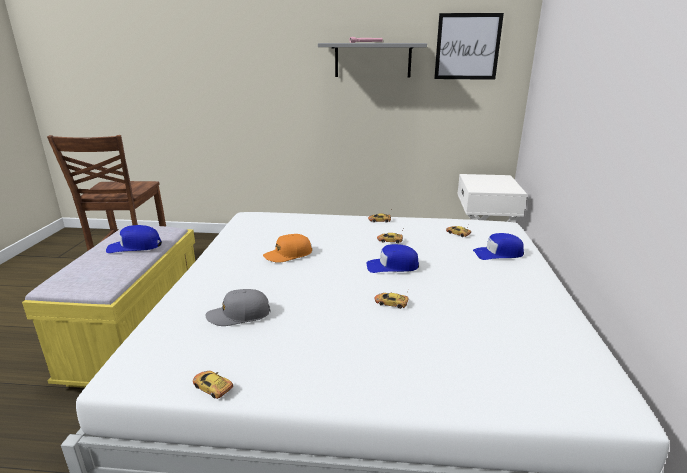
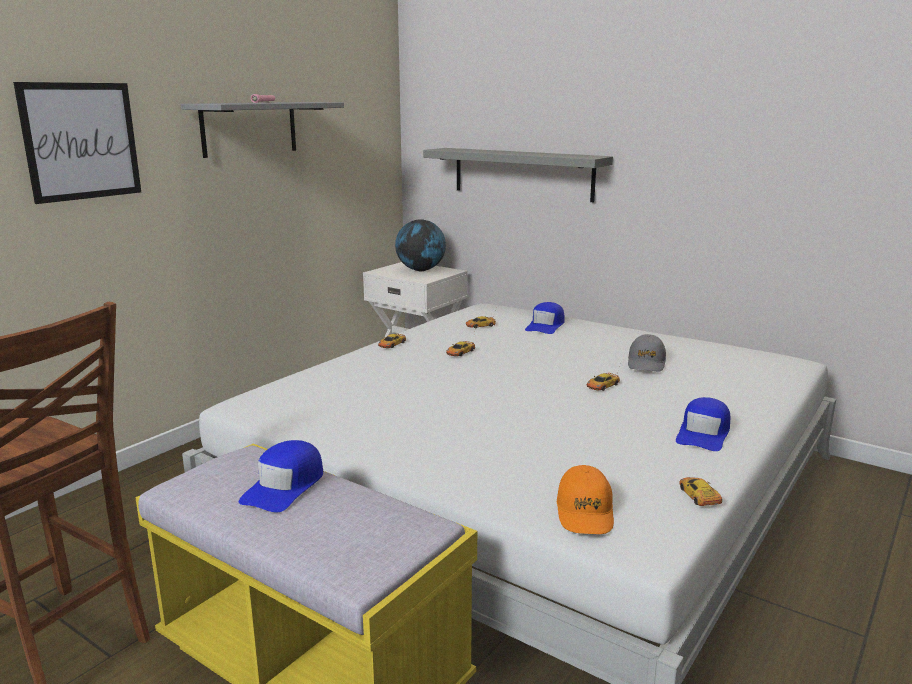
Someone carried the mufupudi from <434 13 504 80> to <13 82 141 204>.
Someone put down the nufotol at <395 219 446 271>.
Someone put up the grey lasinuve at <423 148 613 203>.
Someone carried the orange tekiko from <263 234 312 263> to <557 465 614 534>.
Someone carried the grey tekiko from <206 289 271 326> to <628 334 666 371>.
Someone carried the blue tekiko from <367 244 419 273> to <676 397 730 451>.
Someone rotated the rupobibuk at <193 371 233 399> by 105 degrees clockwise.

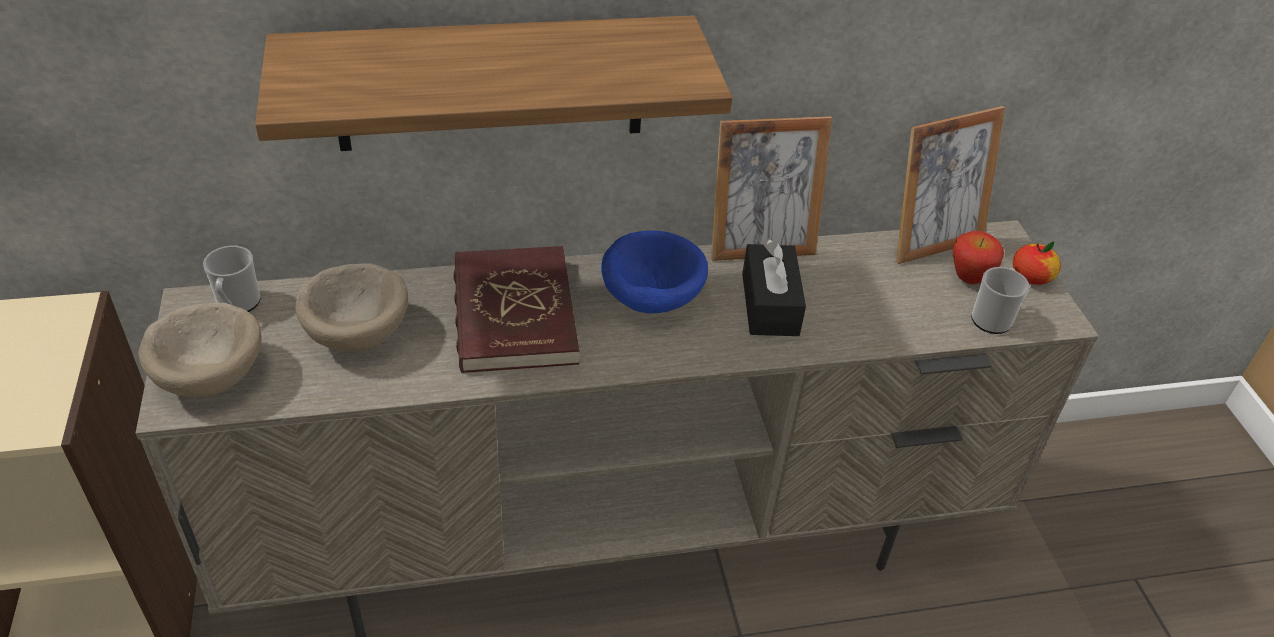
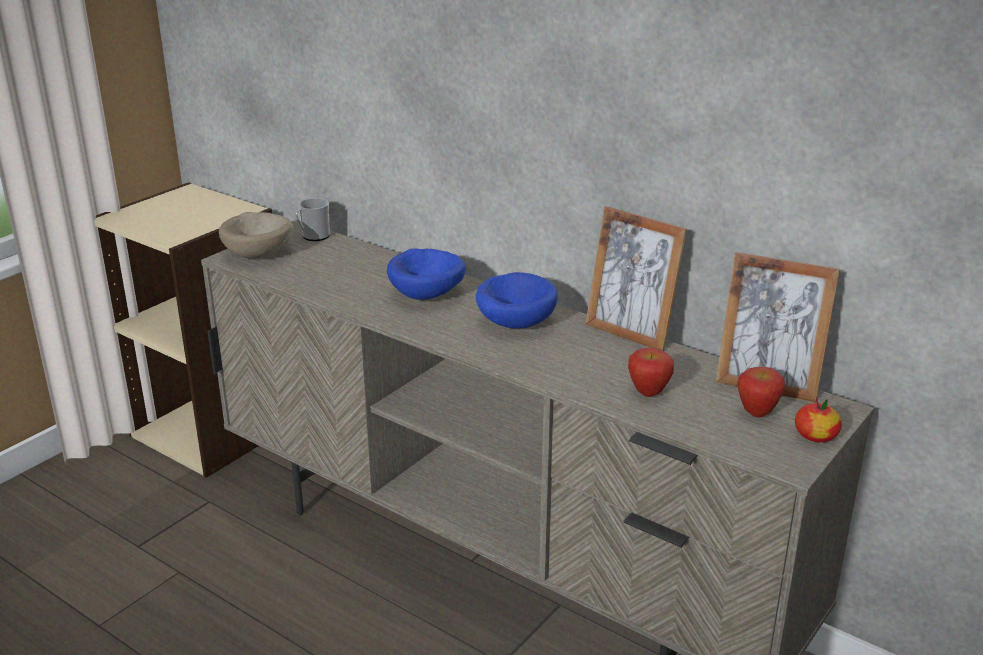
Someone swapped the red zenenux at <453 246 579 373> for the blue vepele at <387 249 466 300>.
Someone put down the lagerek at <628 348 674 397>.
Someone took away the lasinuve at <255 16 733 151>.
Someone took away the beige vepele at <295 263 408 352>.
Someone took away the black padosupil at <742 239 806 336>.
Someone took away the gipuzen at <971 267 1030 334>.

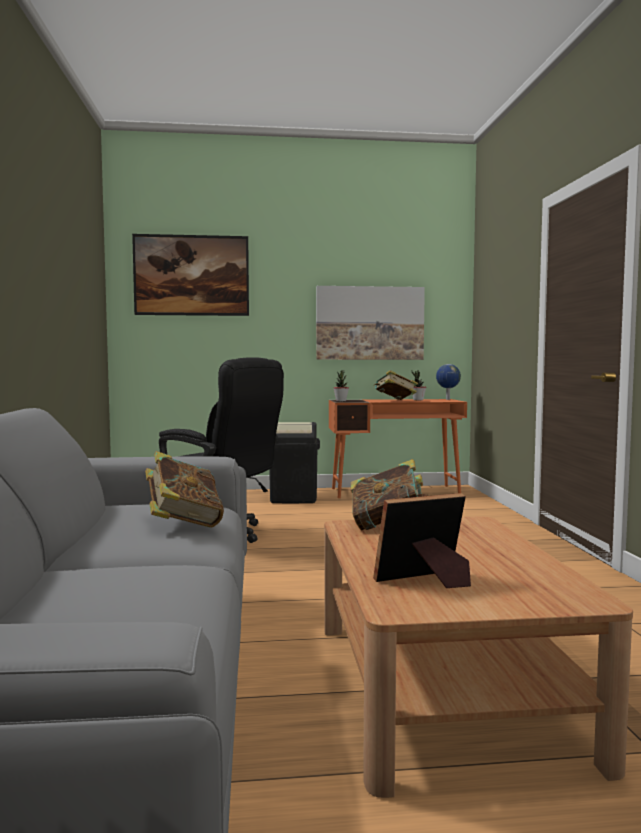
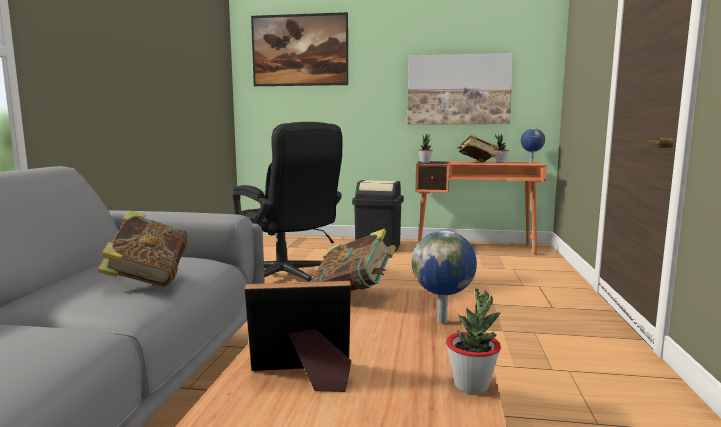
Someone put down the nufotol at <412 231 477 324>.
Someone put down the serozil at <446 288 501 394>.

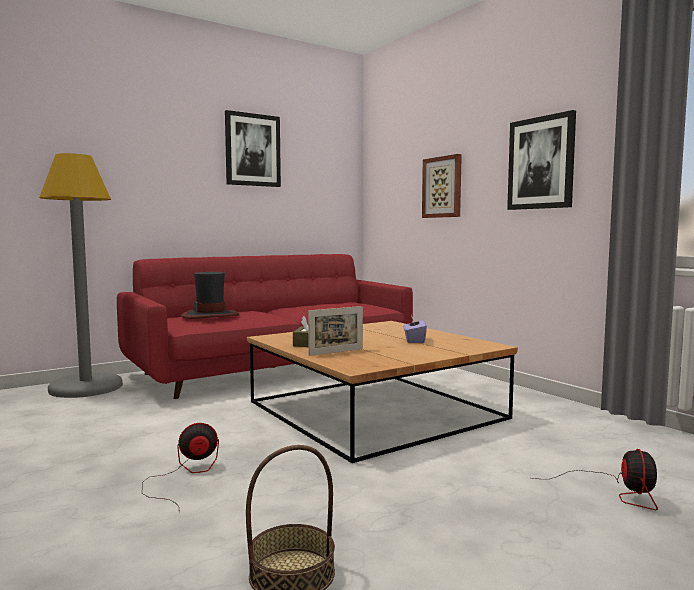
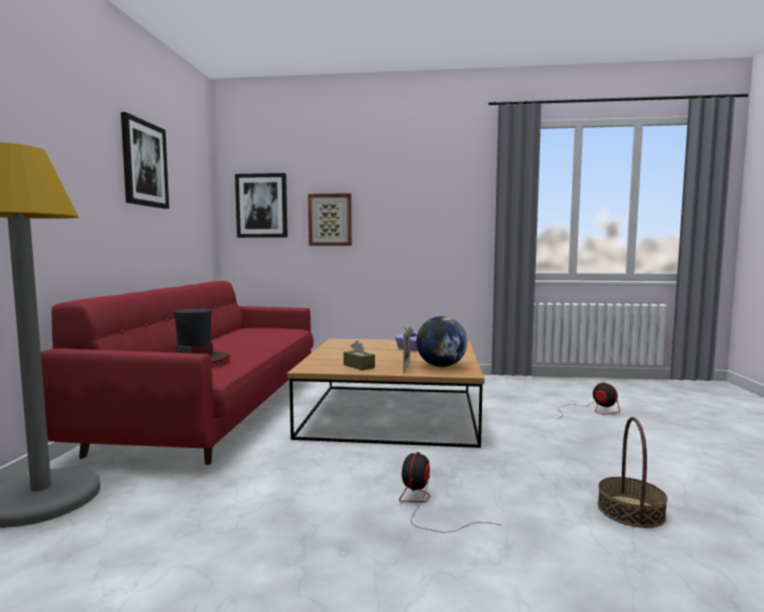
Someone carried the mufupudi from <507 110 576 210> to <235 173 288 238>.
Someone put down the nufotol at <416 316 467 367>.

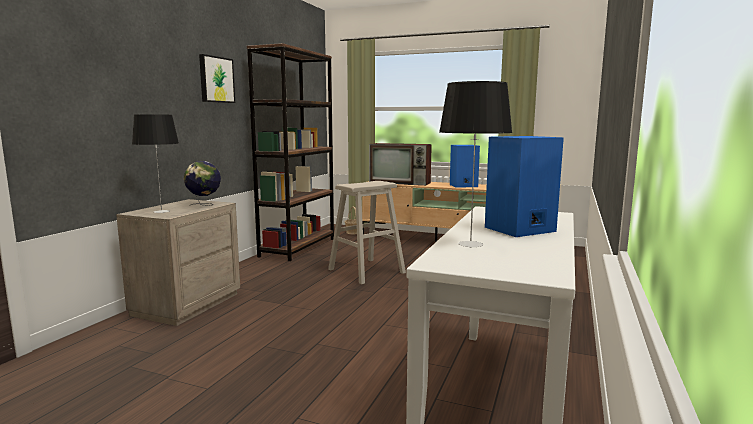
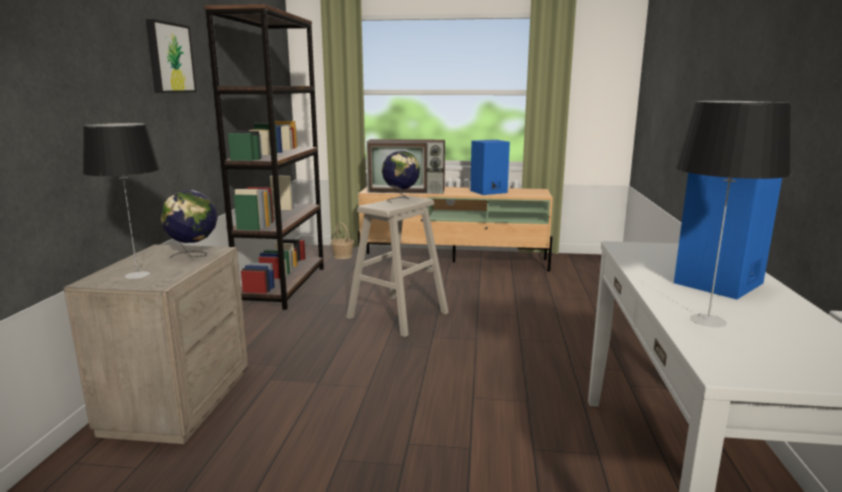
Someone put down the nufotol at <382 151 420 202>.

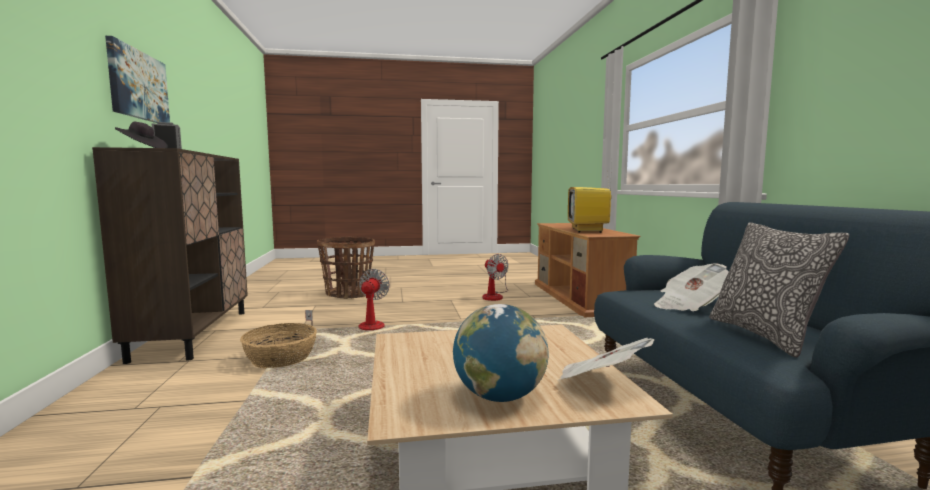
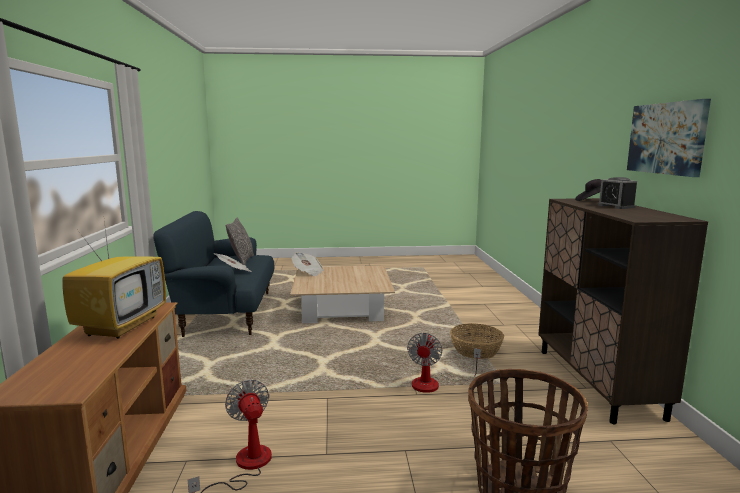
Someone took away the nufotol at <453 304 549 402>.

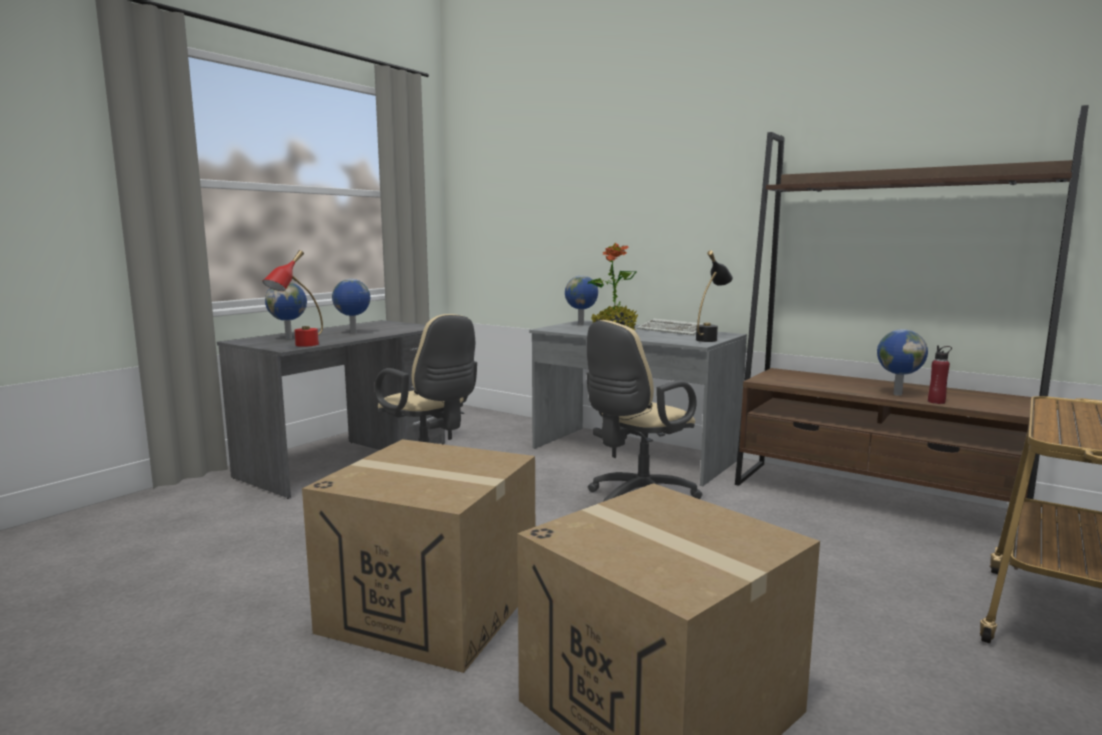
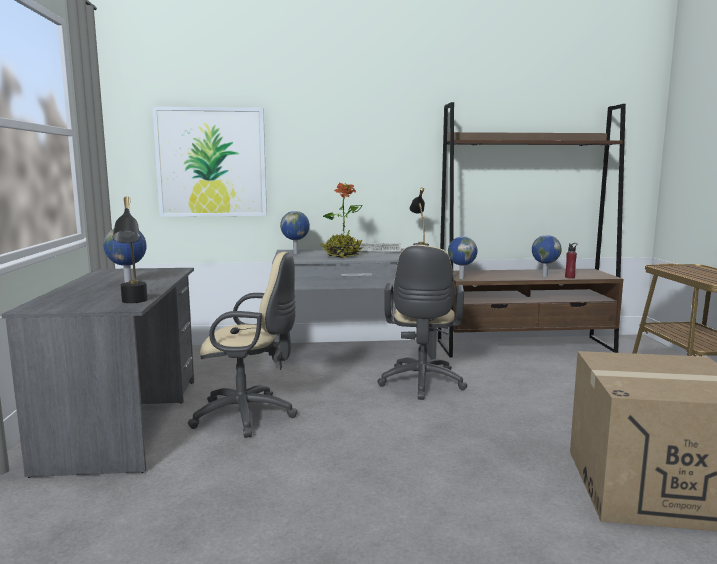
Someone repainted the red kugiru at <262 250 323 347>, which became the black kugiru at <113 197 148 303>.
Someone put up the mufupudi at <152 107 267 217>.
Someone carried the nufotol from <265 282 307 339> to <448 236 478 279>.
Someone took away the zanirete at <302 439 535 673>.

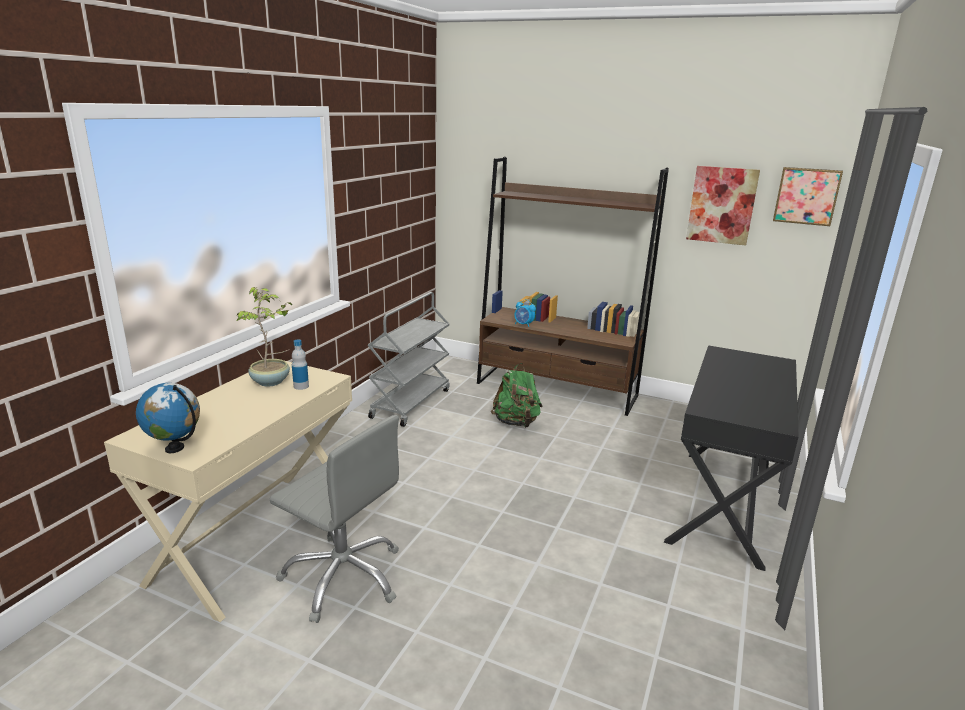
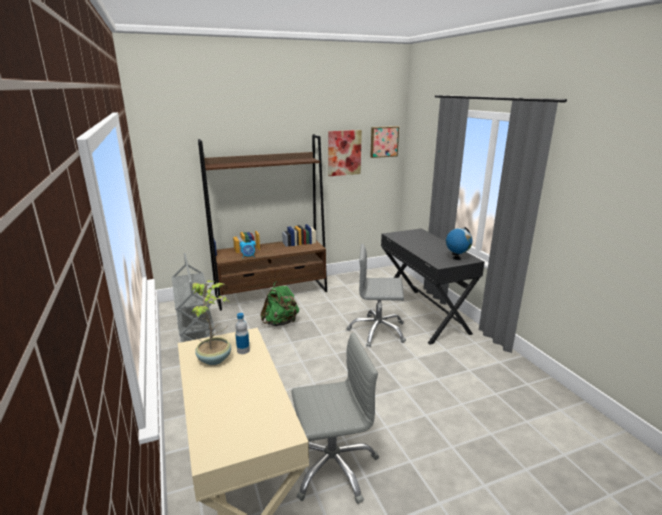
Someone put down the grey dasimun at <347 244 406 347>.
Someone carried the nufotol from <136 383 200 453> to <446 227 472 260>.

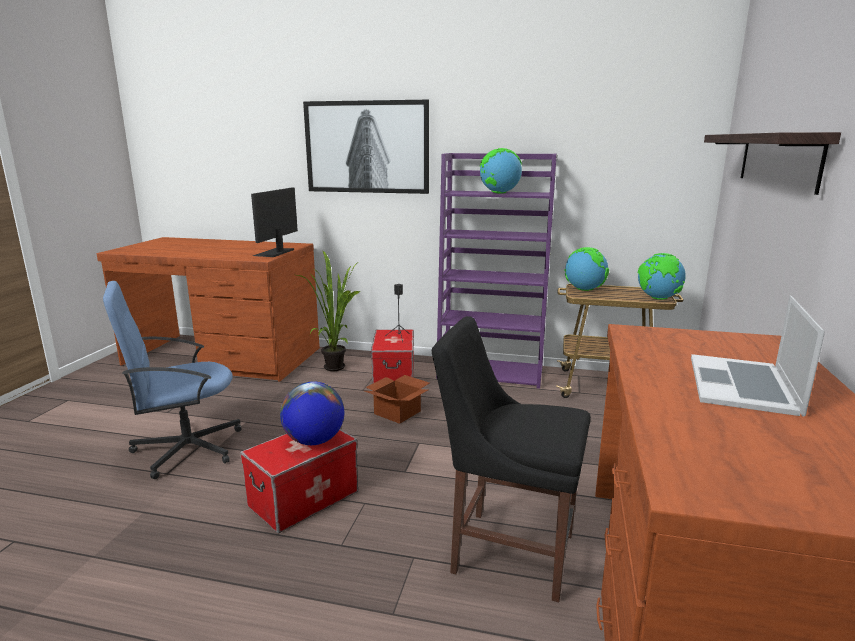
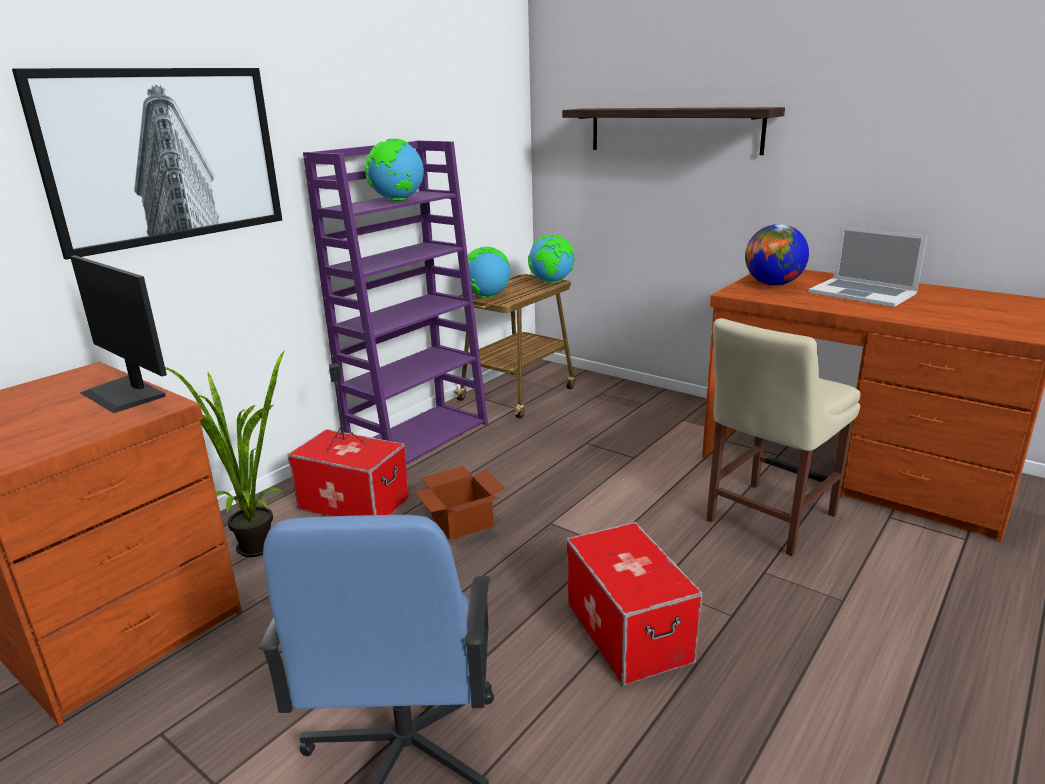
Someone repainted the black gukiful at <432 316 591 602>, which became the beige gukiful at <706 318 860 556>.
Someone carried the nufotol from <280 381 344 445> to <745 224 809 286>.

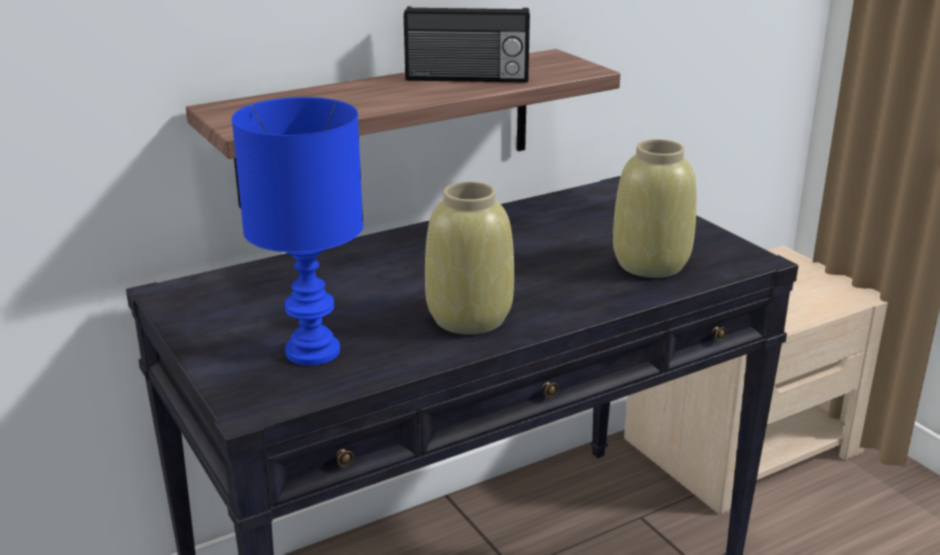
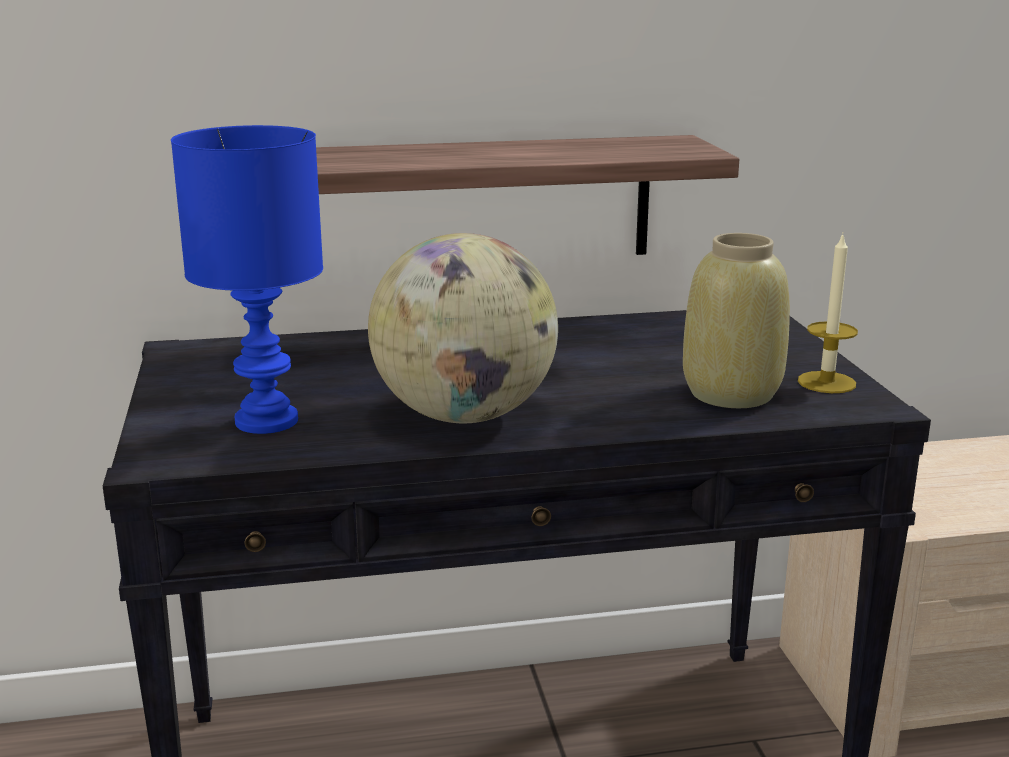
Someone swapped the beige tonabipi at <425 181 514 335> for the nufotol at <368 233 558 423>.
Someone put down the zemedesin at <798 233 858 393>.
Someone took away the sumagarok at <404 6 530 83>.

